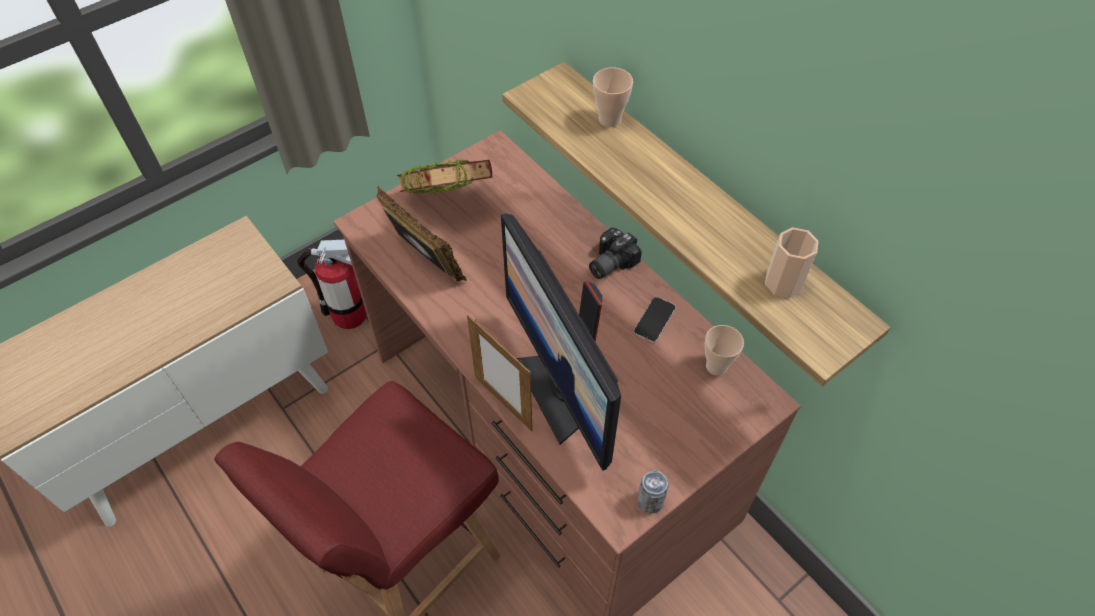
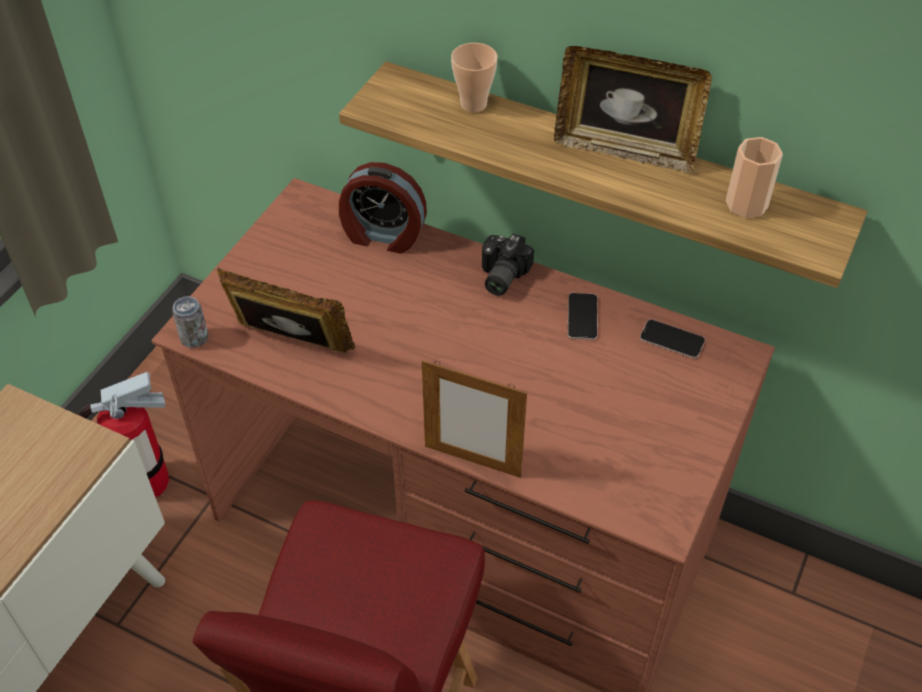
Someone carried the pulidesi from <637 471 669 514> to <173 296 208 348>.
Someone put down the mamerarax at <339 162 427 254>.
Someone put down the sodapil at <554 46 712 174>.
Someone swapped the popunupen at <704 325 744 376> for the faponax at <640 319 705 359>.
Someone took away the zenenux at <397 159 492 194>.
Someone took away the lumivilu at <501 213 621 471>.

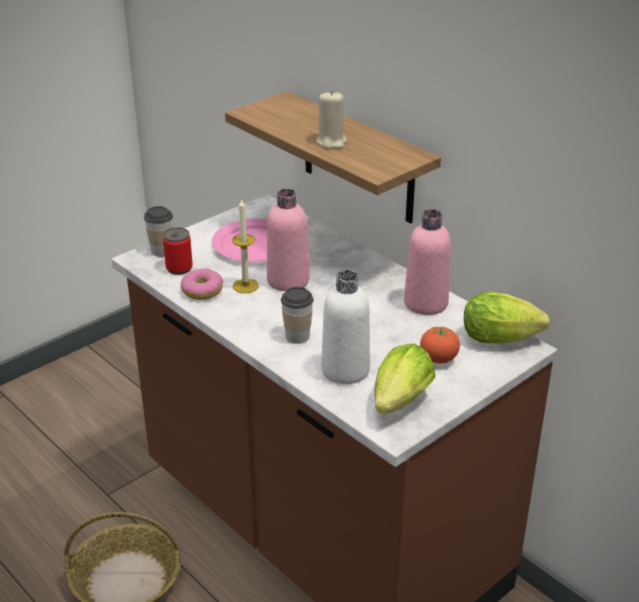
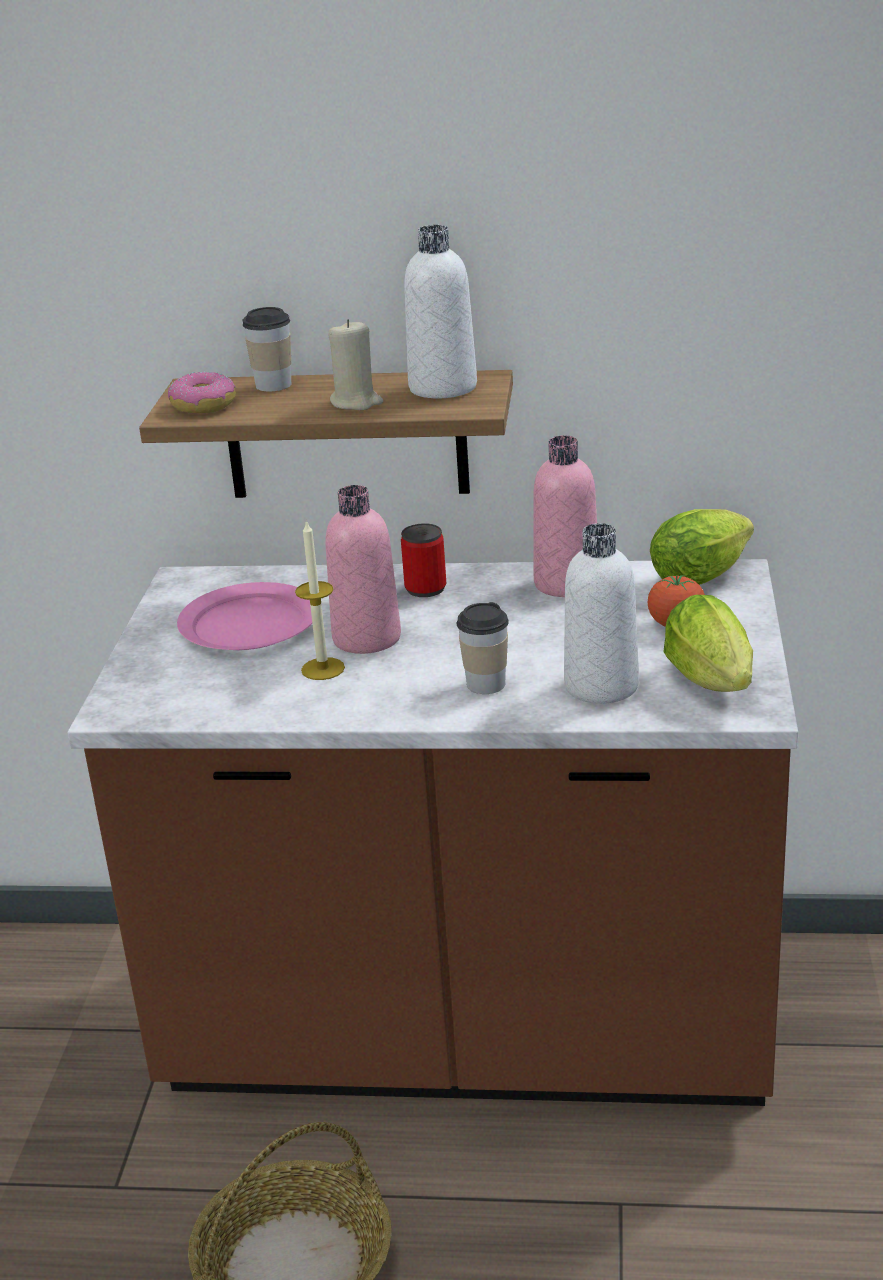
Someone carried the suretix from <181 268 224 300> to <168 372 236 413>.
Someone carried the popunupen from <144 206 173 257> to <242 307 291 391>.
Someone carried the pulidesi from <163 227 193 275> to <401 523 446 597>.
Someone put down the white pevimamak at <404 225 477 399>.

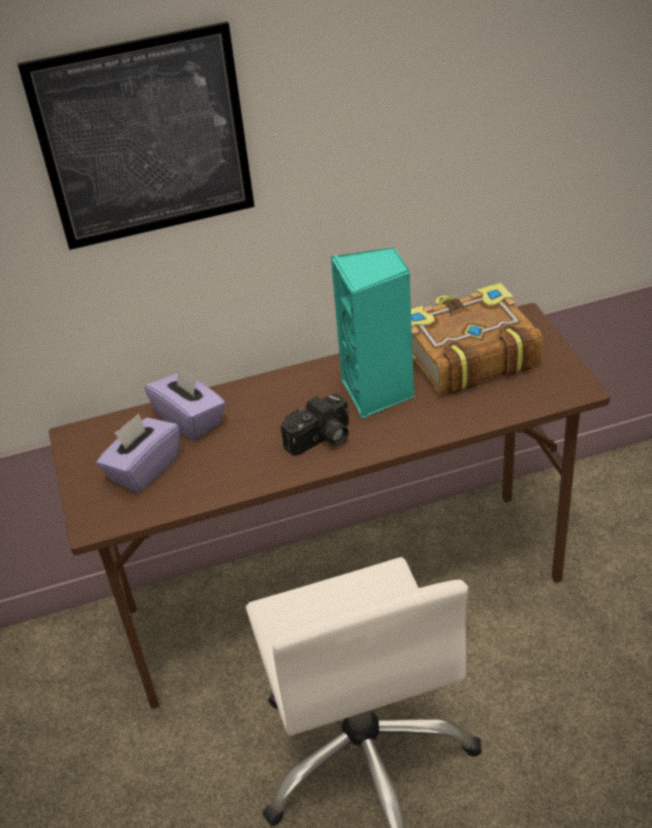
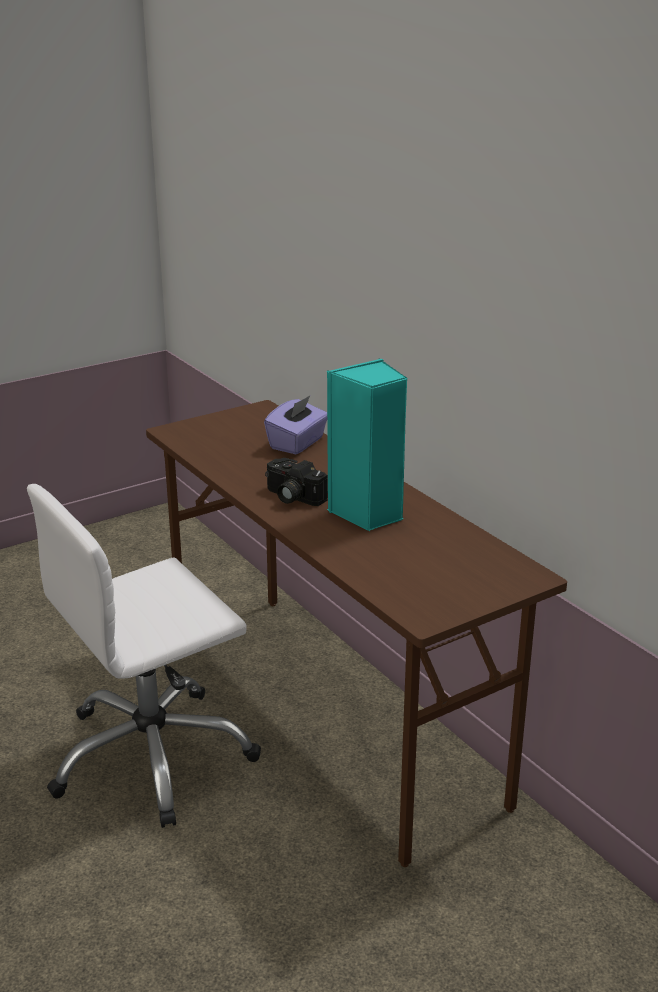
Someone took away the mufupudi at <17 21 255 250>.
Someone took away the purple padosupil at <96 413 180 494>.
Someone took away the zenenux at <411 283 543 394>.

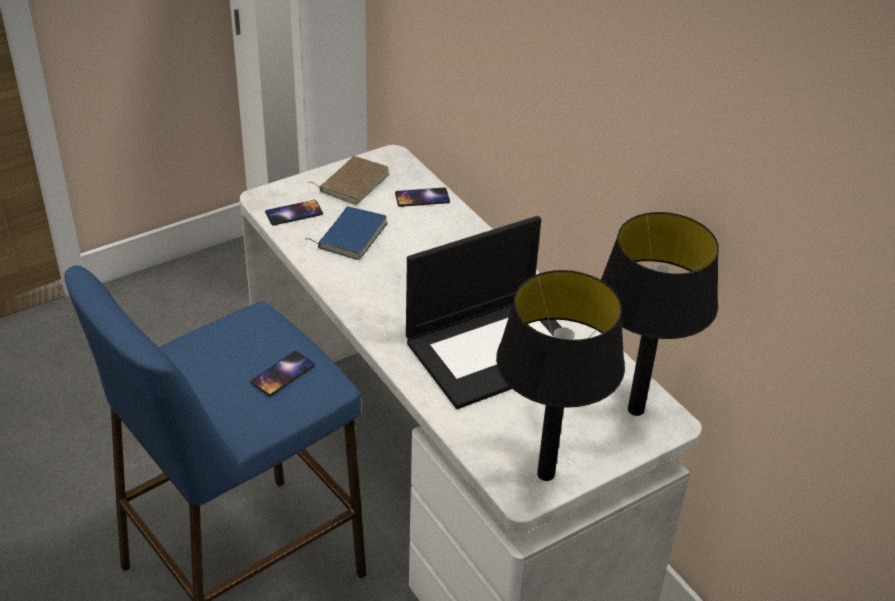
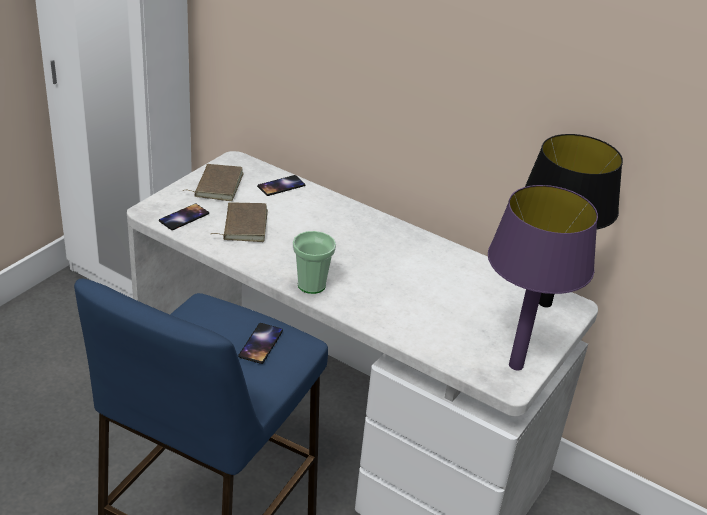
Someone repainted the blue zenenux at <305 206 388 260>, which became the brown zenenux at <210 202 268 242>.
Someone put down the popunupen at <293 231 336 294>.
Someone repainted the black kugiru at <496 270 625 481>, which became the purple kugiru at <488 185 598 370>.
Someone took away the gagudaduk at <406 216 562 409>.

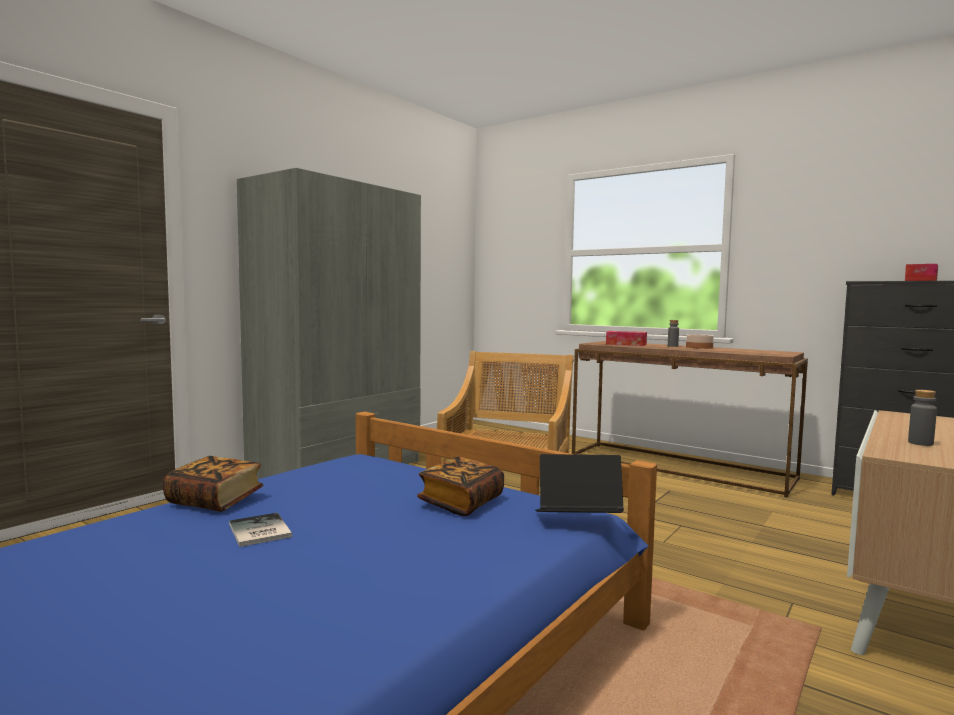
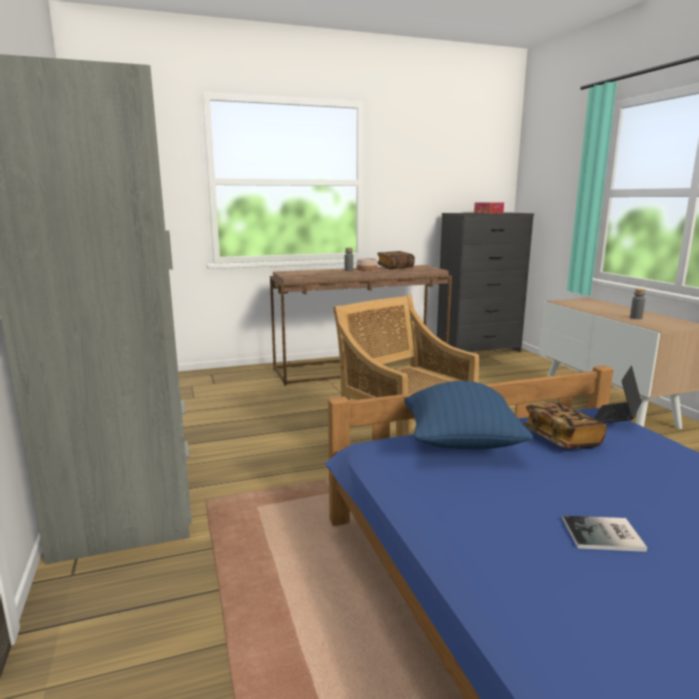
Someone carried the zenenux from <163 456 264 512> to <377 251 415 270>.
Someone put down the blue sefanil at <404 381 533 449>.
Someone took away the padosupil at <606 331 647 346>.

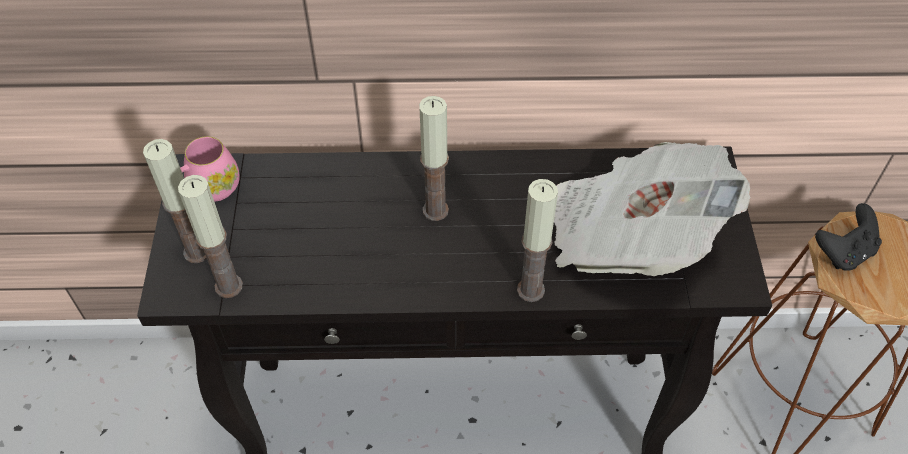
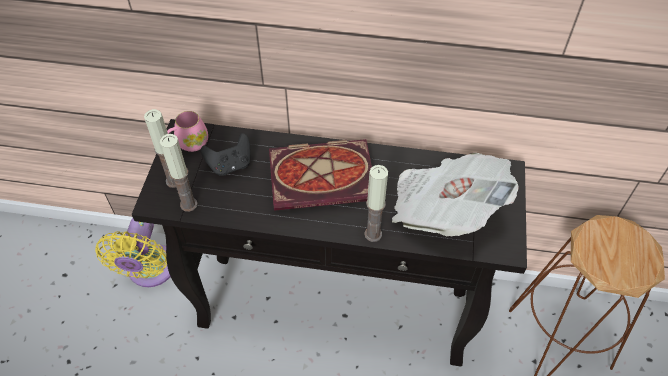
Someone put down the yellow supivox at <95 218 171 287>.
Someone carried the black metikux from <815 203 882 271> to <201 133 251 176>.
Someone swapped the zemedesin at <419 96 449 221> for the zenenux at <269 139 372 211>.

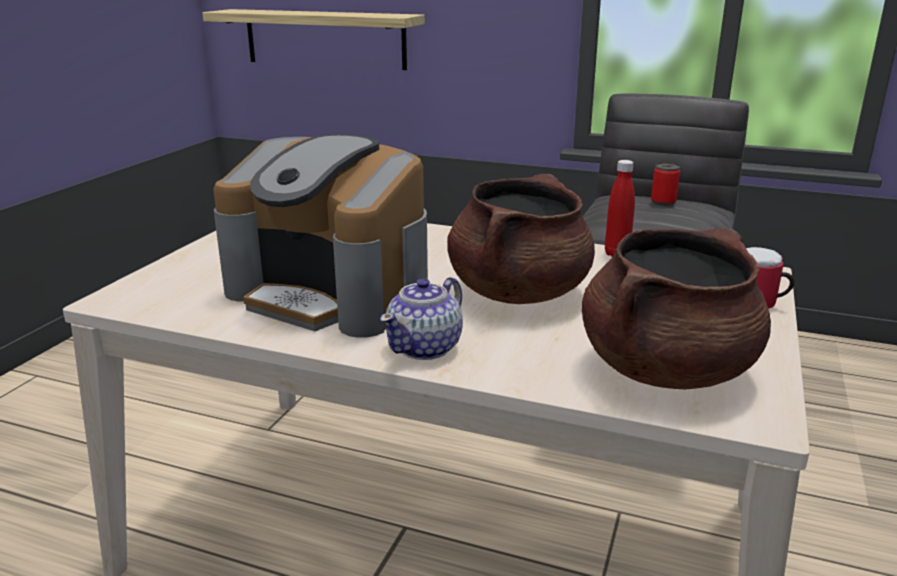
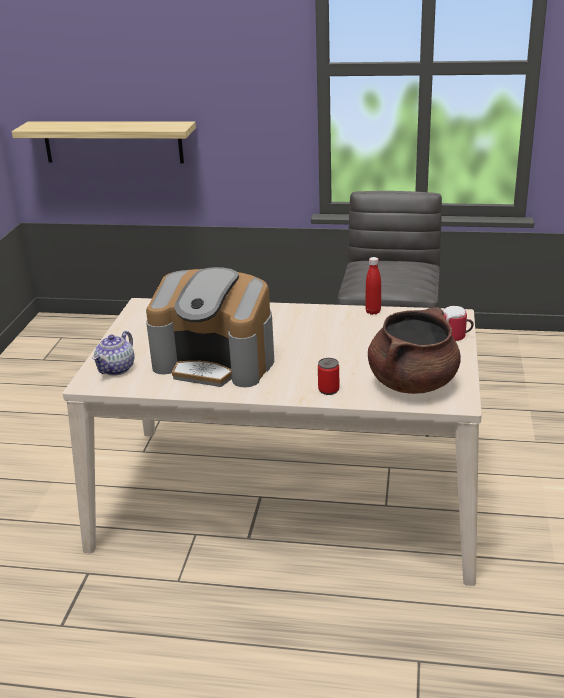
Someone carried the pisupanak from <380 277 463 360> to <92 331 134 376>.
Someone carried the pulidesi from <651 163 680 206> to <318 358 339 395>.
Someone took away the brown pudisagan at <447 174 595 304>.

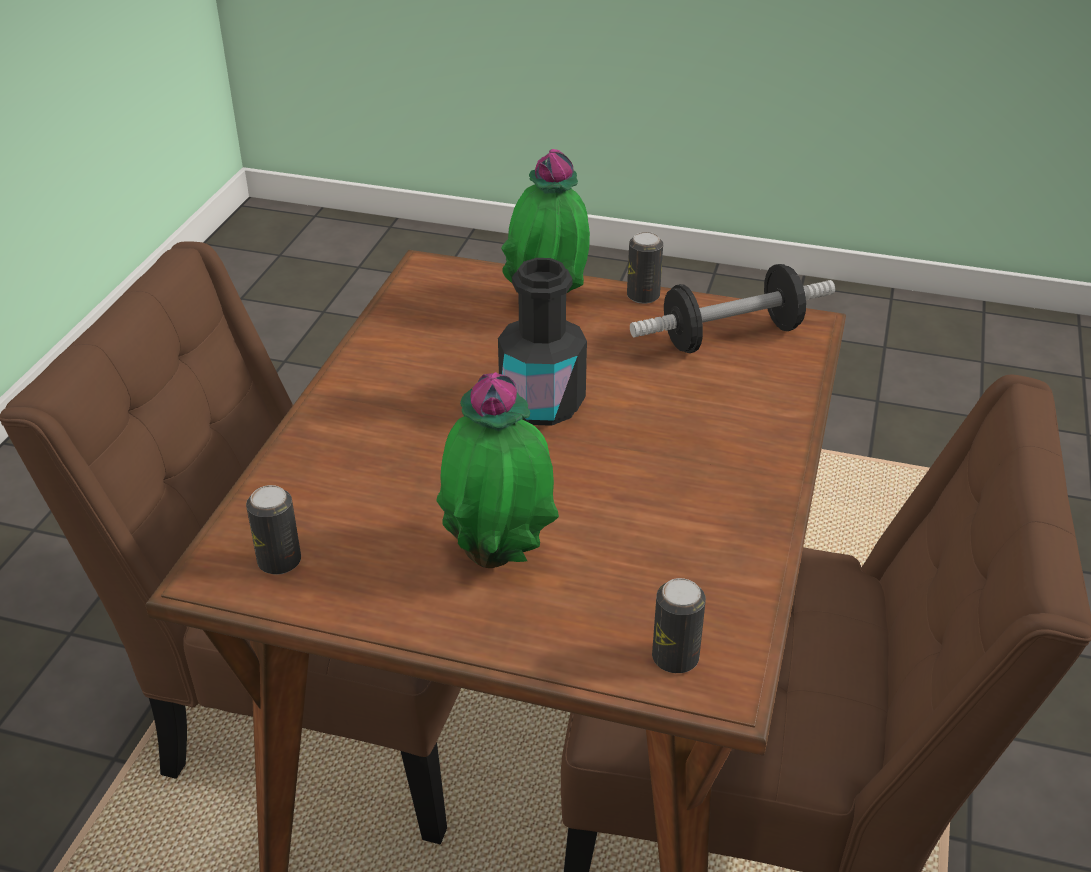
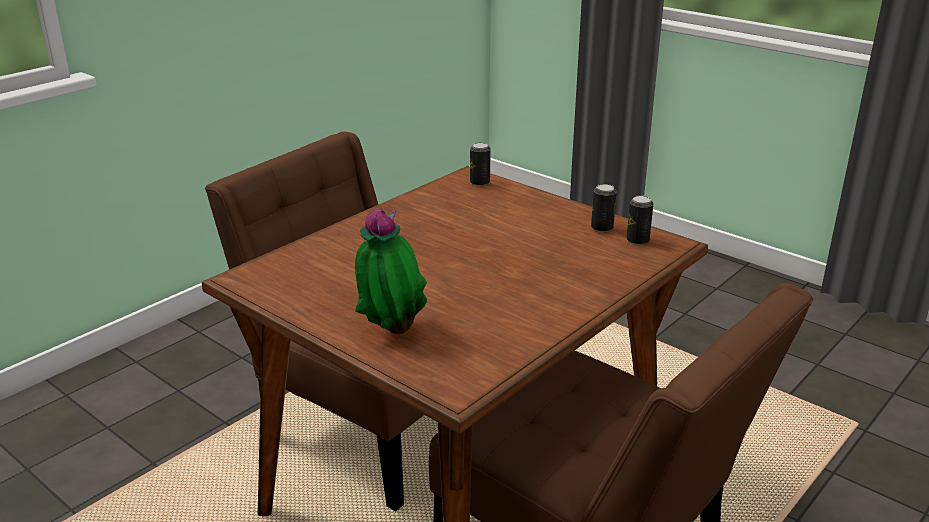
Someone carried the pulidesi from <627 232 663 304> to <591 184 617 232>.
Someone took away the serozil at <436 372 559 568>.
Someone took away the black pevimamak at <498 258 587 426>.
Someone took away the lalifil at <630 264 835 353>.

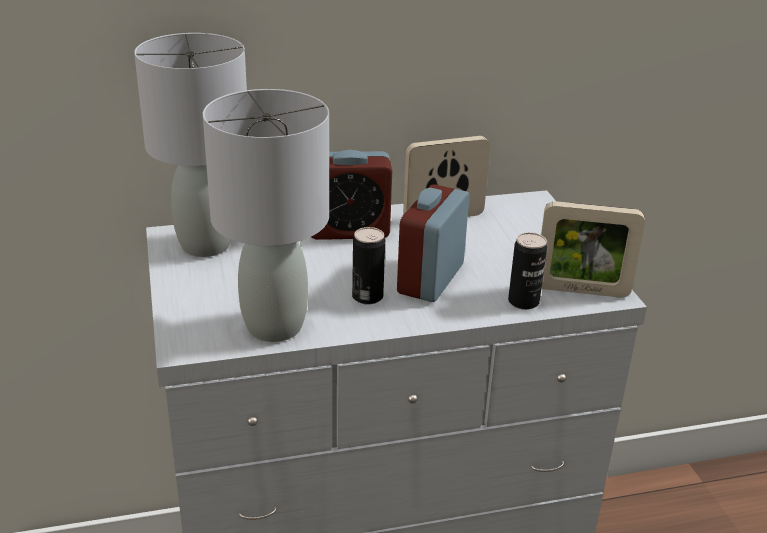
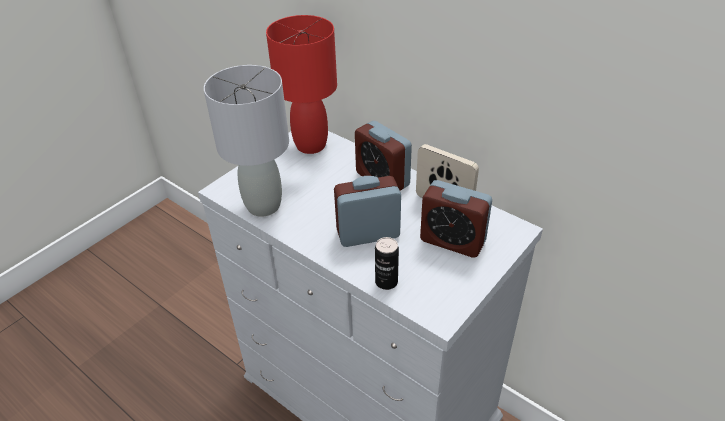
Someone repainted the grey kugiru at <134 33 247 257>, which became the red kugiru at <266 15 337 154>.
Someone put down the mamerarax at <420 180 492 258>.
Someone took away the pulidesi at <352 227 385 305>.
Someone took away the sodapil at <541 201 645 298>.

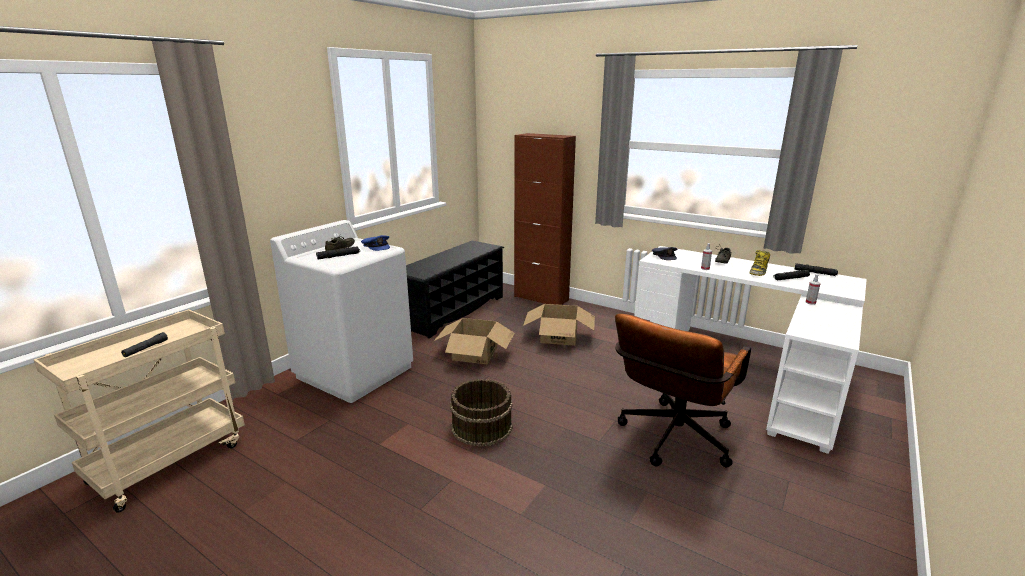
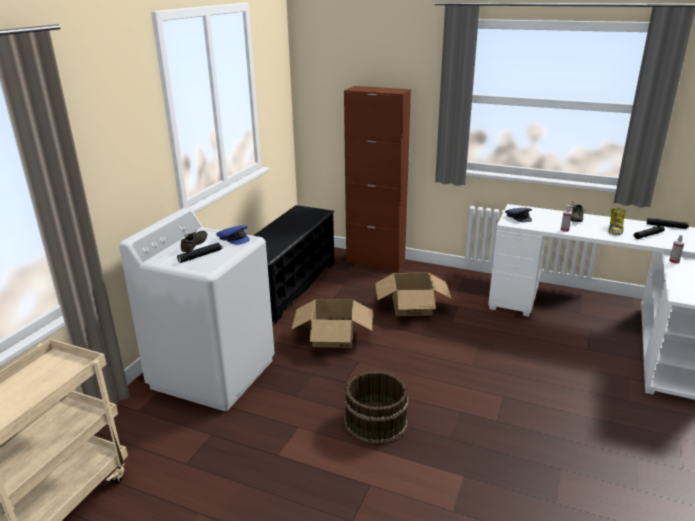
Someone took away the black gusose at <121 332 168 357>.
Someone took away the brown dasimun at <615 314 751 467>.

